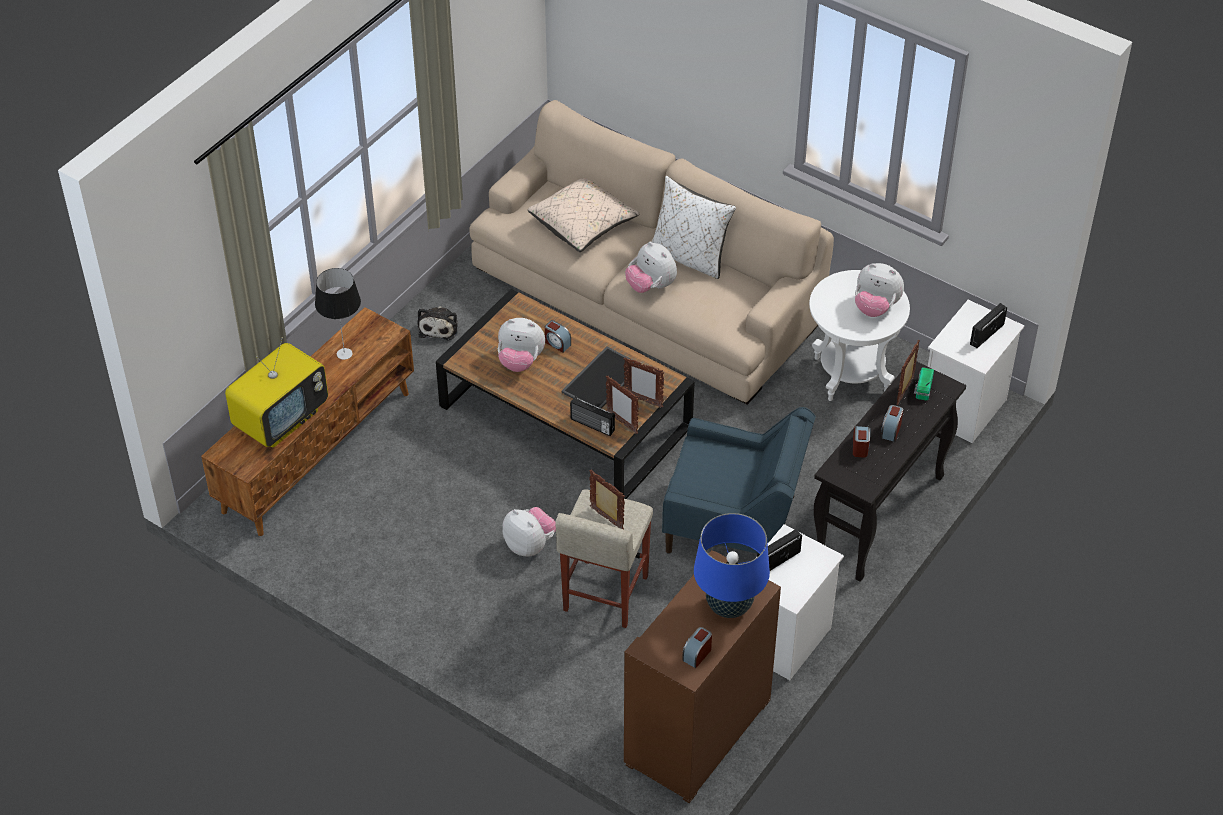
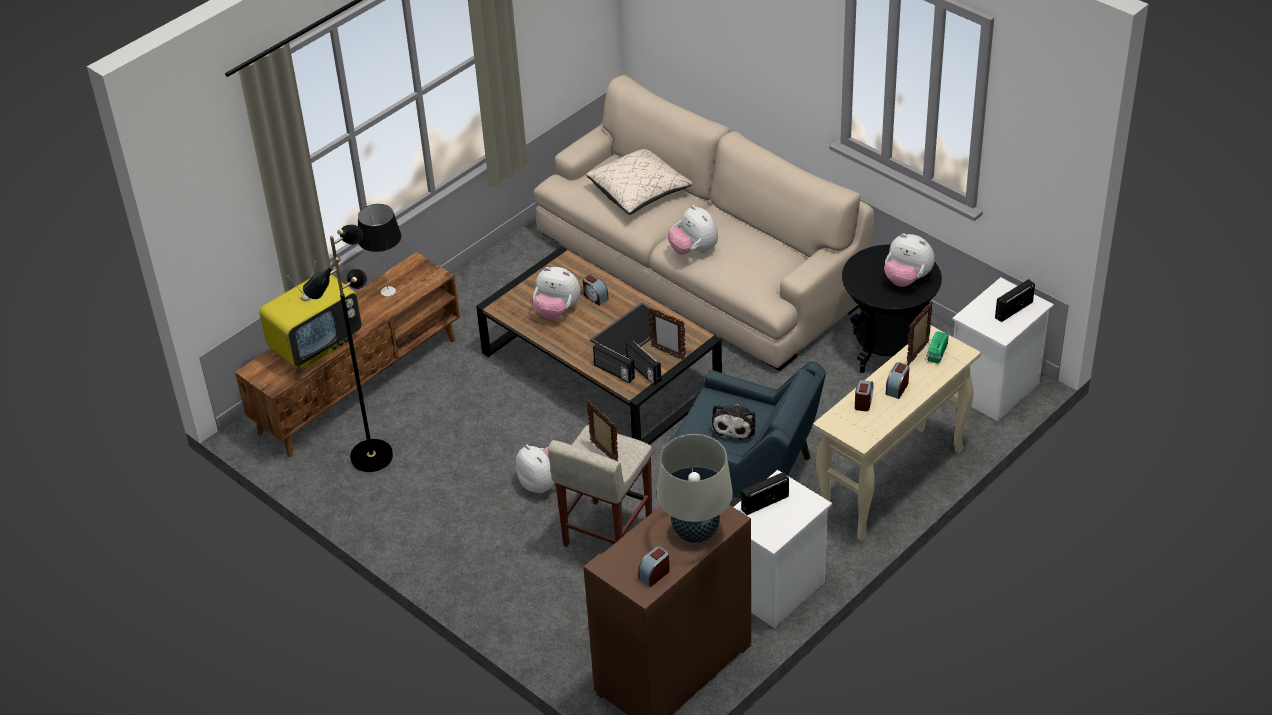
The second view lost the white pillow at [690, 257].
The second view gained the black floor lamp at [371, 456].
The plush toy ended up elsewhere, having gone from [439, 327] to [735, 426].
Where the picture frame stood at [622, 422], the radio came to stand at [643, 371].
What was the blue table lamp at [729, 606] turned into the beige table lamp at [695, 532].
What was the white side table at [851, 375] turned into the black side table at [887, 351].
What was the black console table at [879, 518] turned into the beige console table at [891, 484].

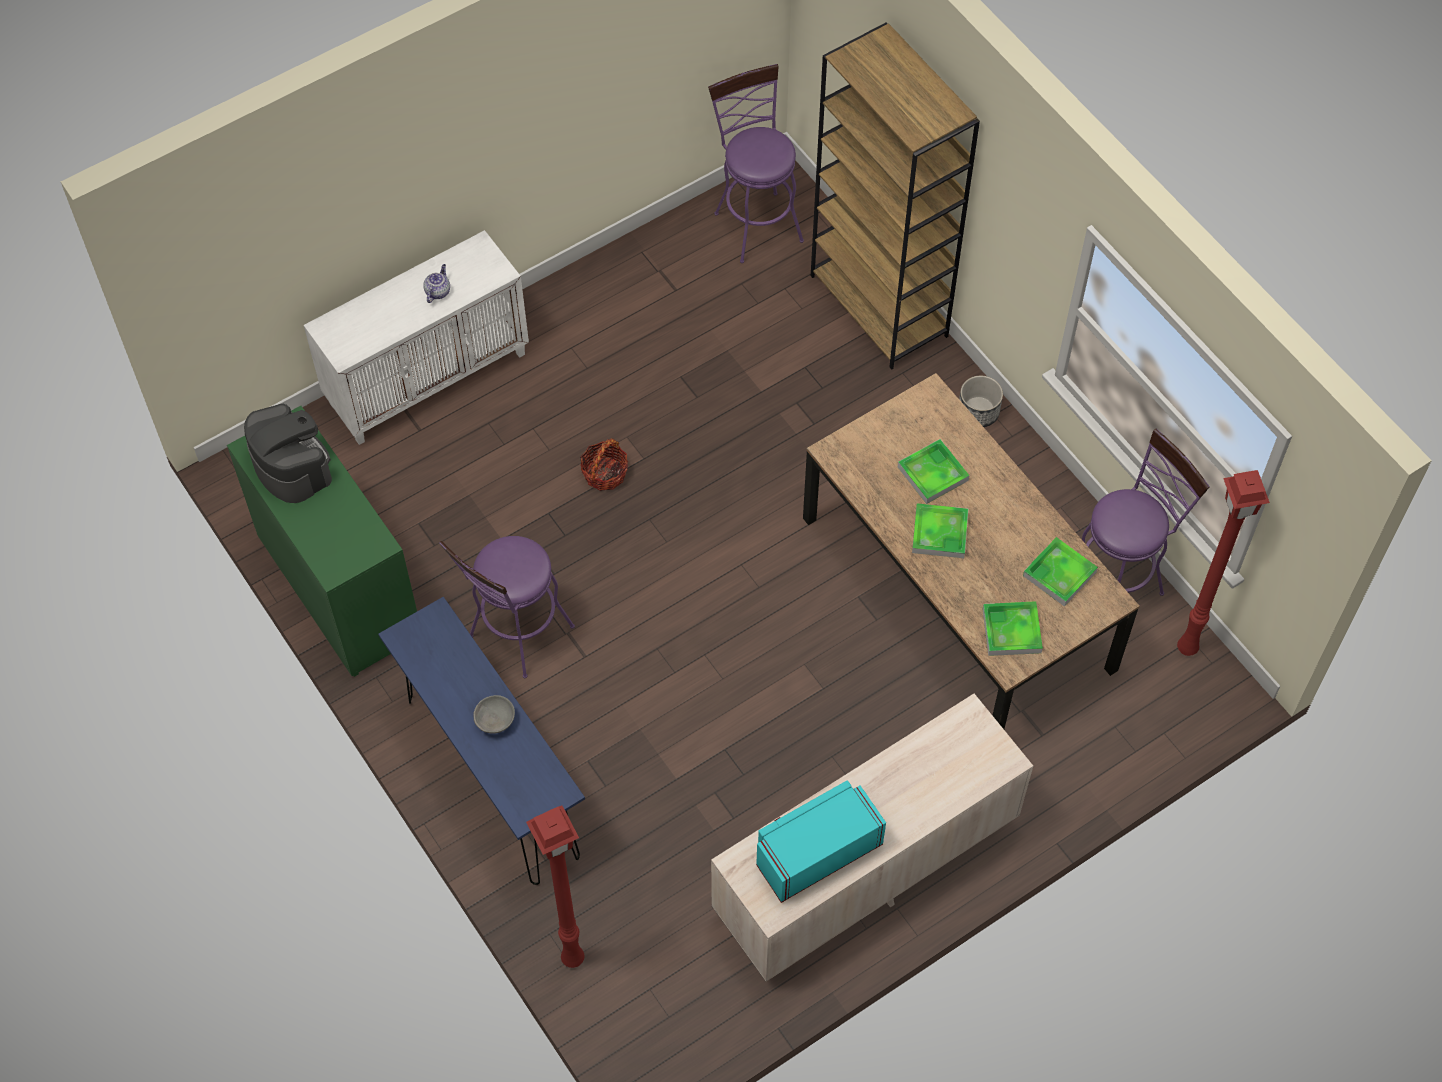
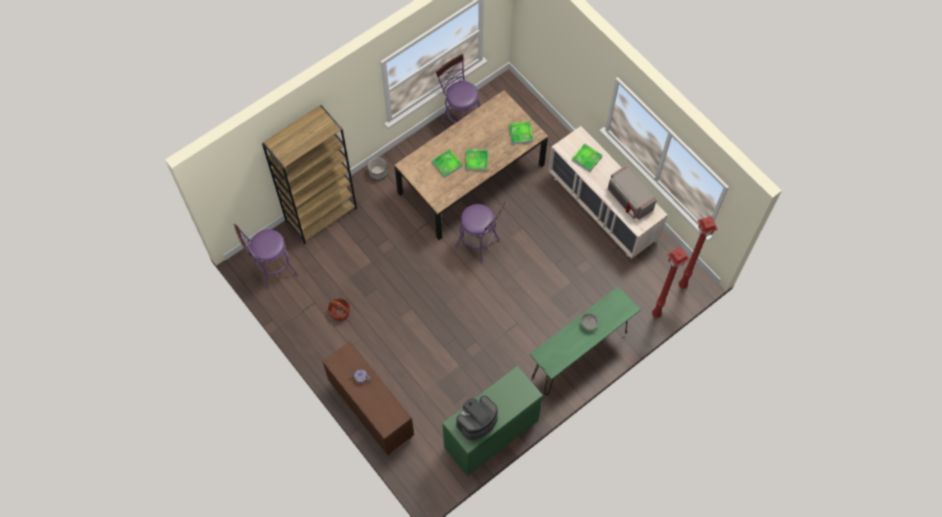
The purple stool ended up elsewhere, having gone from [516, 637] to [480, 245].
The basket ended up elsewhere, having gone from [605, 473] to [340, 312].
The tray ended up elsewhere, having gone from [1059, 574] to [586, 158].
The red floor lamp ended up elsewhere, having gone from [1189, 649] to [683, 284].
What was the white cabinet at [428, 377] turned into the brown cabinet at [370, 410].
What was the blue console table at [492, 777] turned into the green console table at [579, 355].
What was the turquoise microwave at [816, 851] turned into the grey microwave at [629, 199].

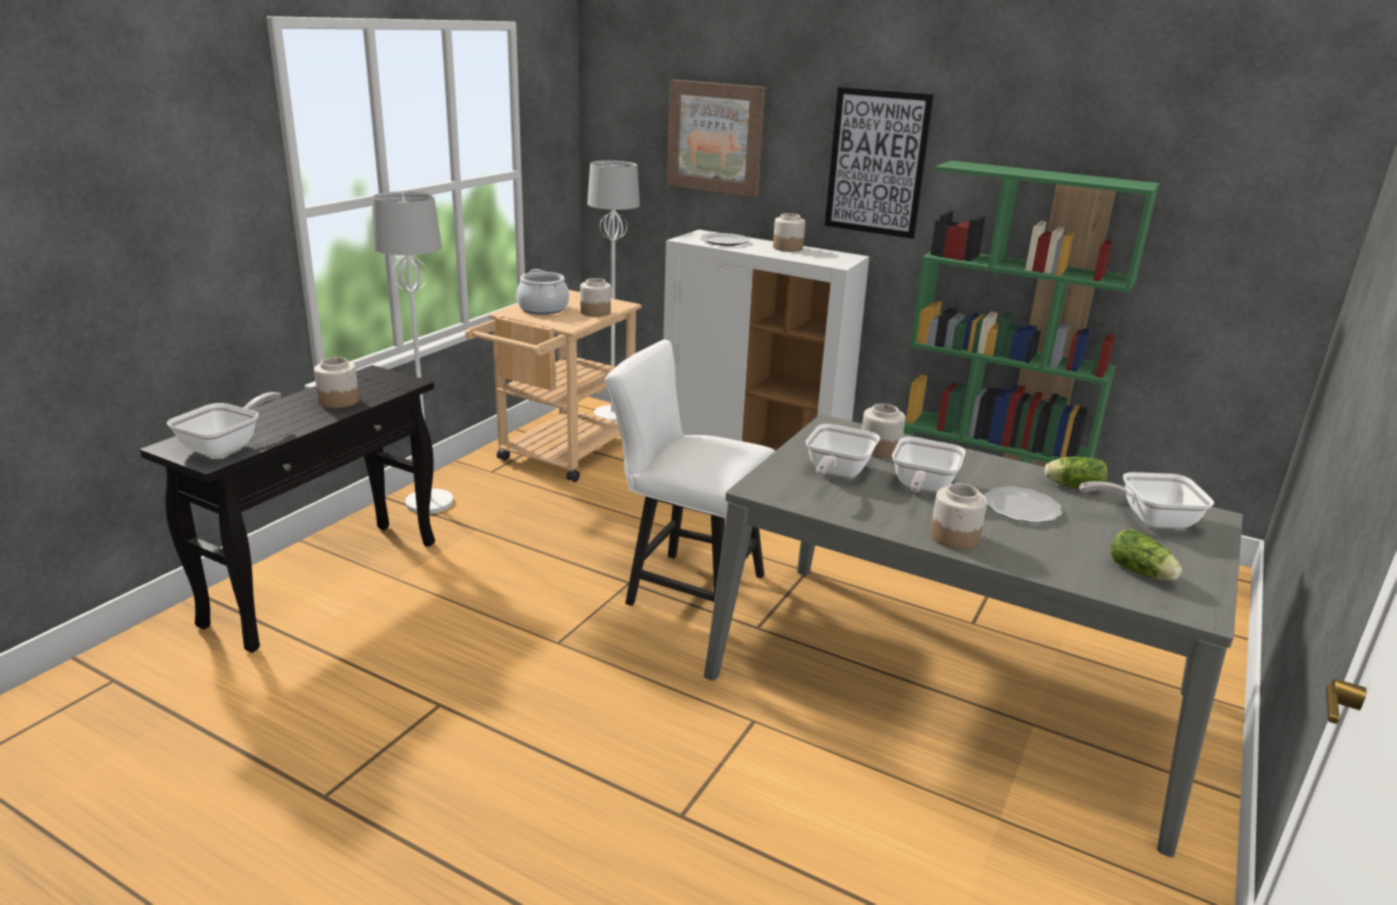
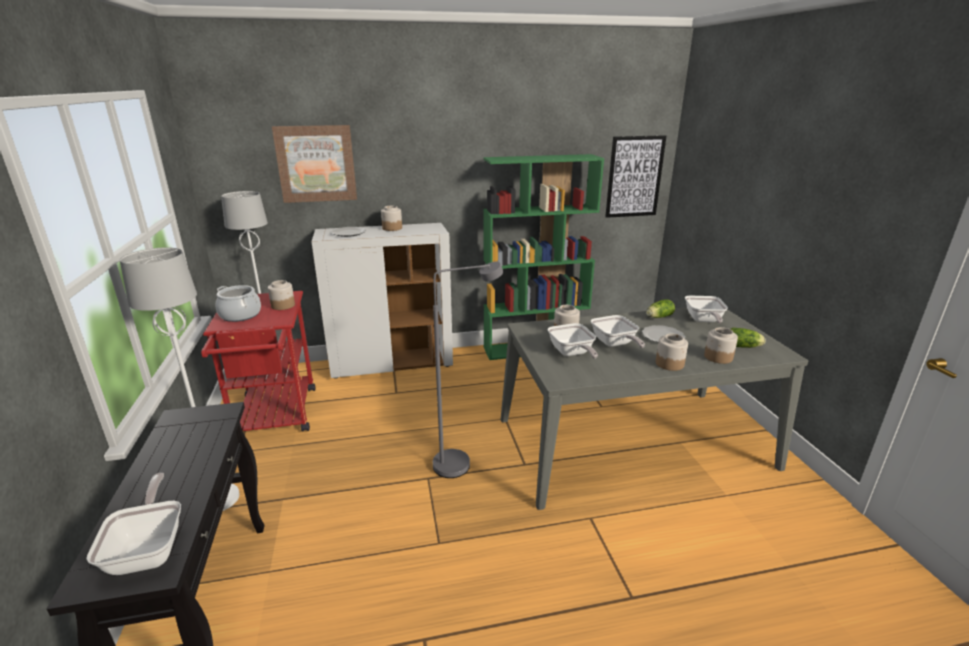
The jar ended up elsewhere, having gone from [339, 401] to [718, 357].
The picture ended up elsewhere, having gone from [877, 163] to [634, 177].
Where the white chair stood at [685, 588], the grey floor lamp came to stand at [461, 463].
What was the beige cart at [560, 457] turned into the red cart at [275, 418].
The frying pan at [1148, 519] ended up facing another way, 45 degrees counterclockwise from before.

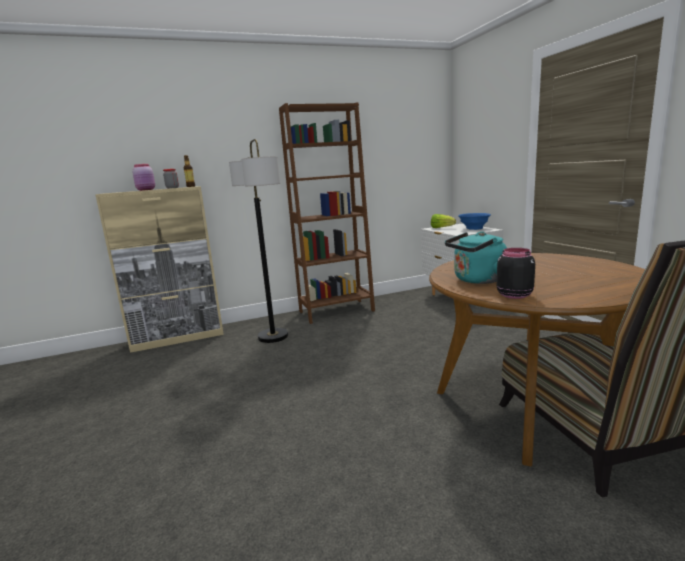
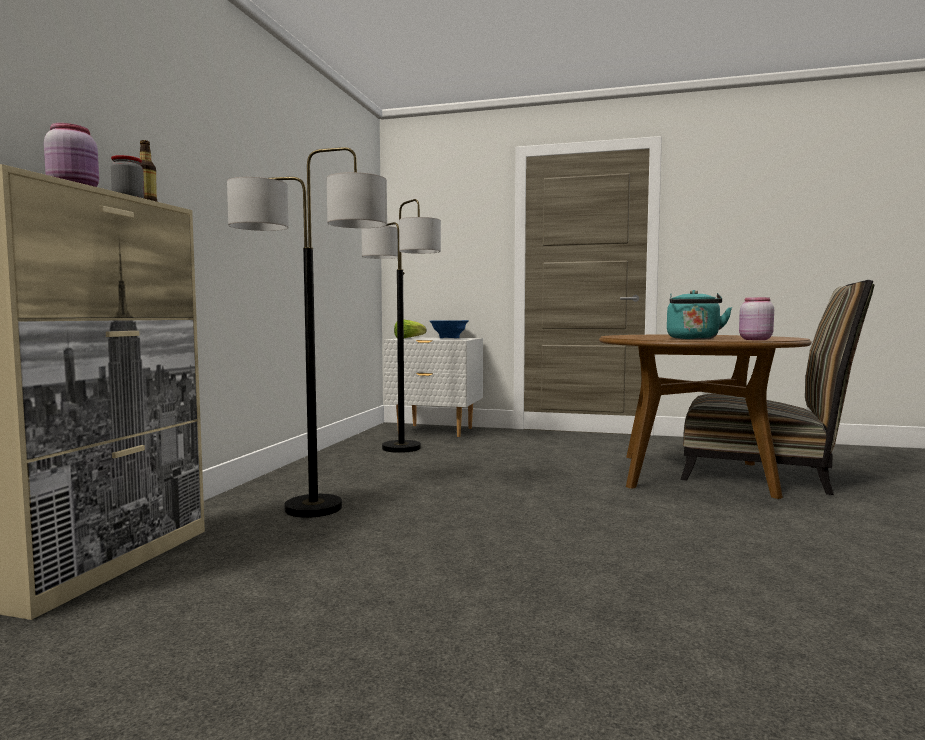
The second view lost the brown bookcase at [336, 311].
The second view gained the floor lamp at [401, 448].
What was the black jar at [513, 295] turned into the pink jar at [754, 339].

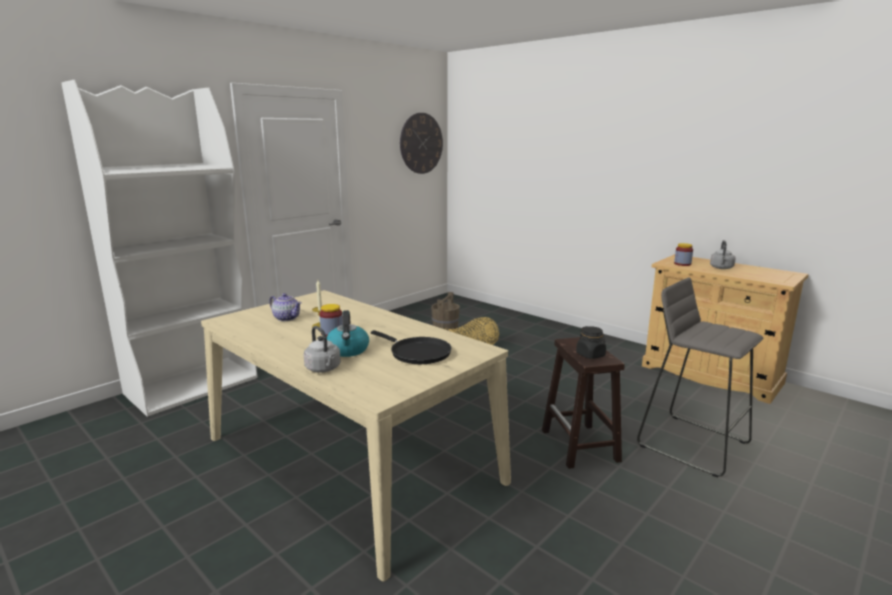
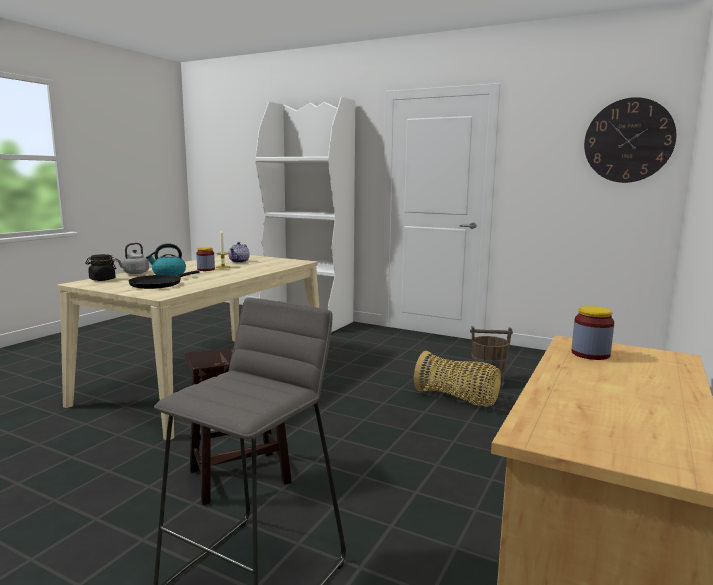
The second view lost the grey kettle at [721, 268].
The black jar ended up elsewhere, having gone from [590, 355] to [102, 279].

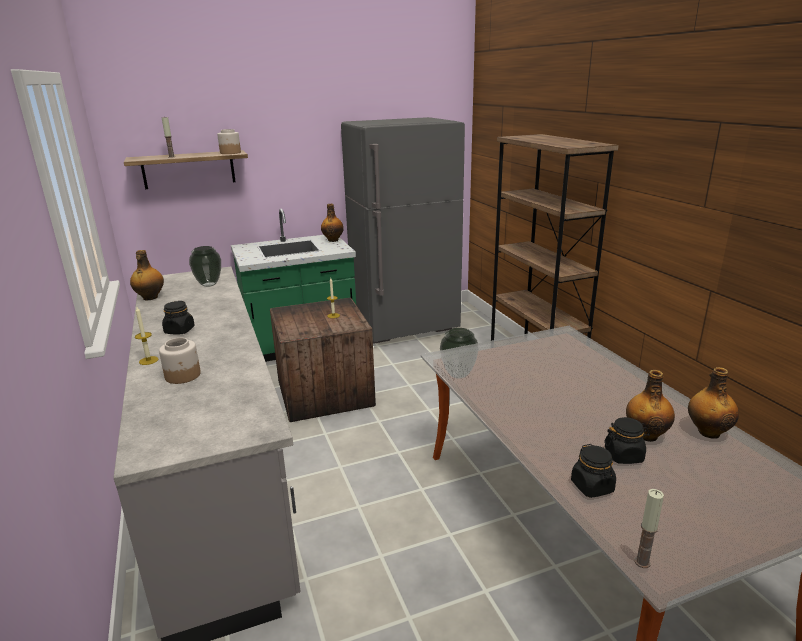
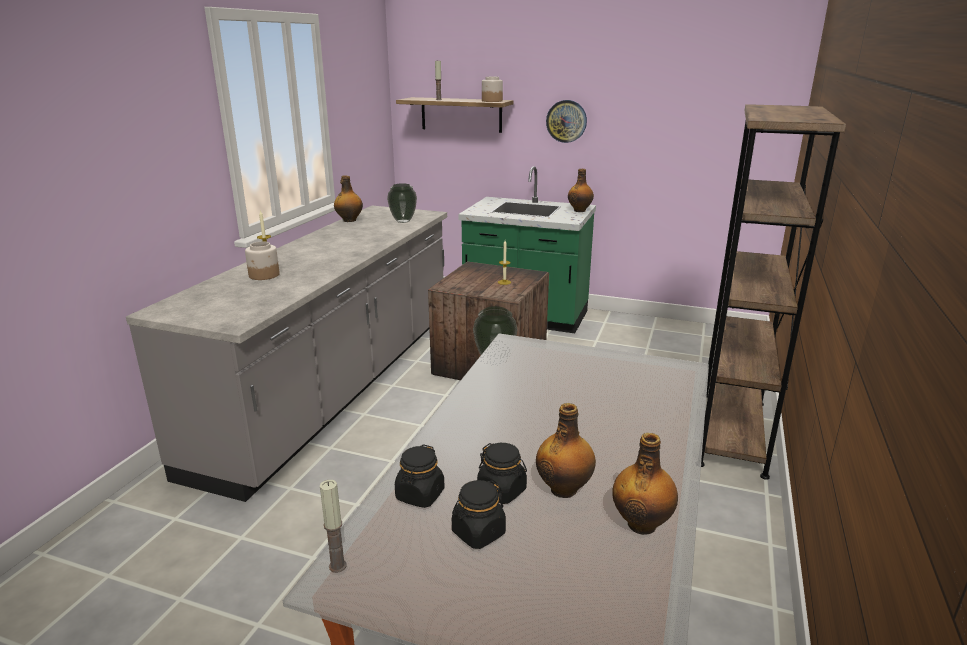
The second view lost the grey fridge at [405, 328].
The second view gained the wall clock at [566, 121].
The black jar ended up elsewhere, having gone from [179, 331] to [478, 533].

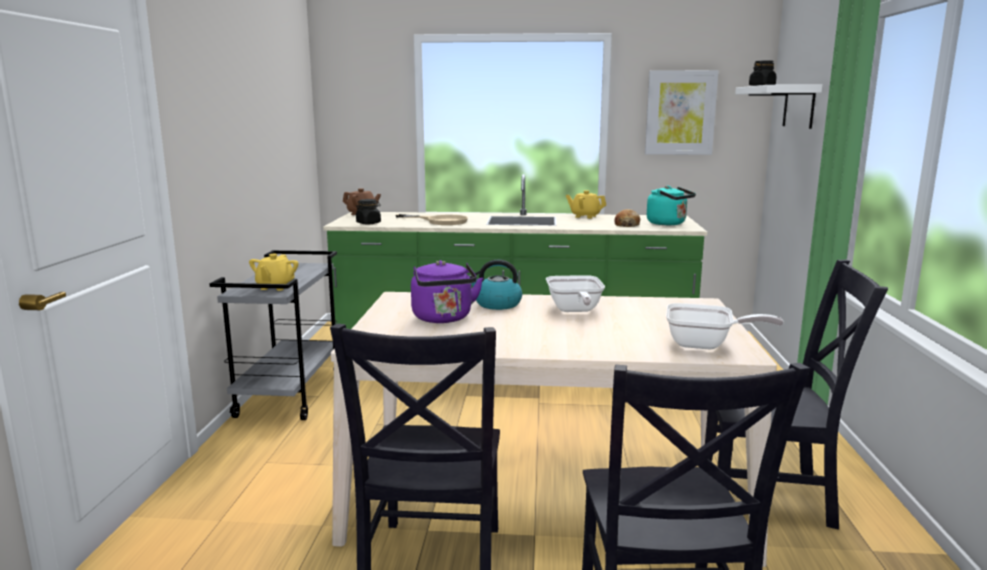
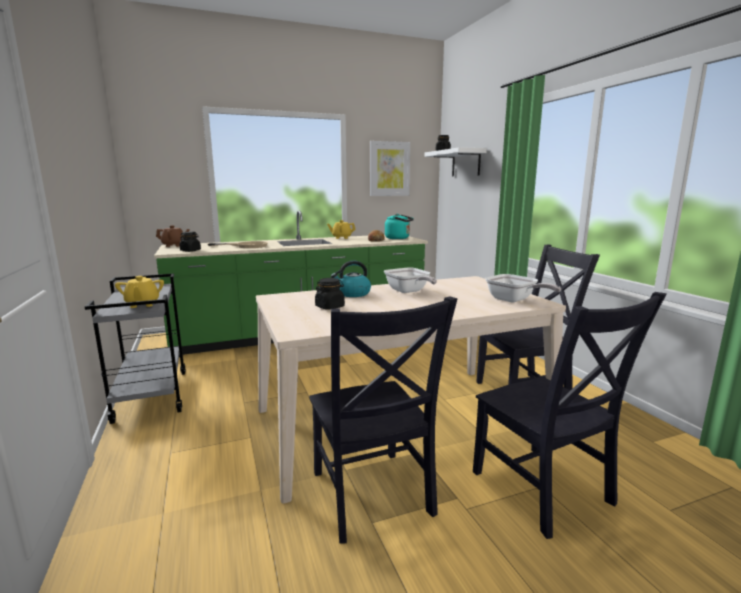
Where the purple kettle stood at [443, 318], the black jar came to stand at [330, 307].
The frying pan at [706, 345] ended up facing another way, 60 degrees clockwise from before.

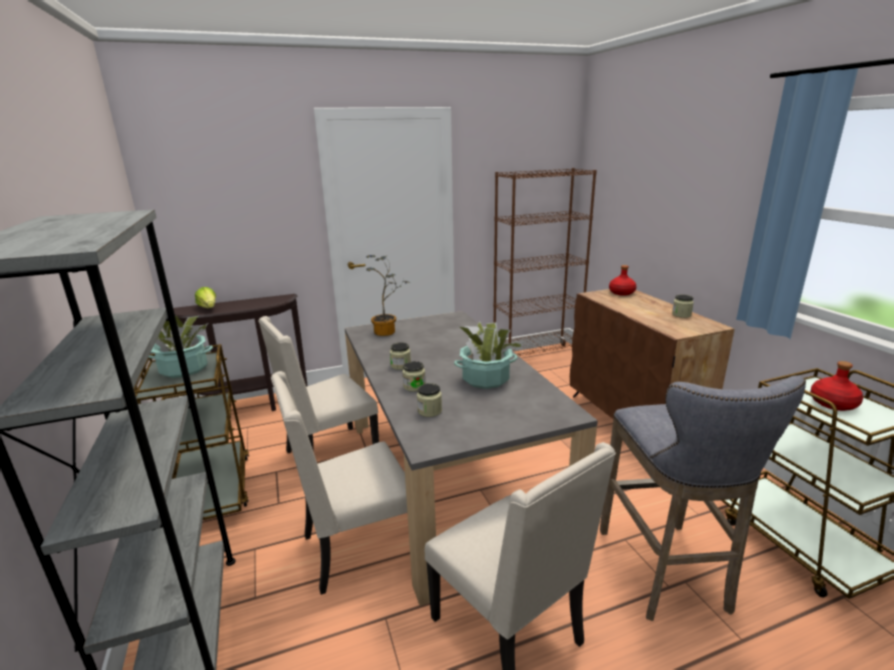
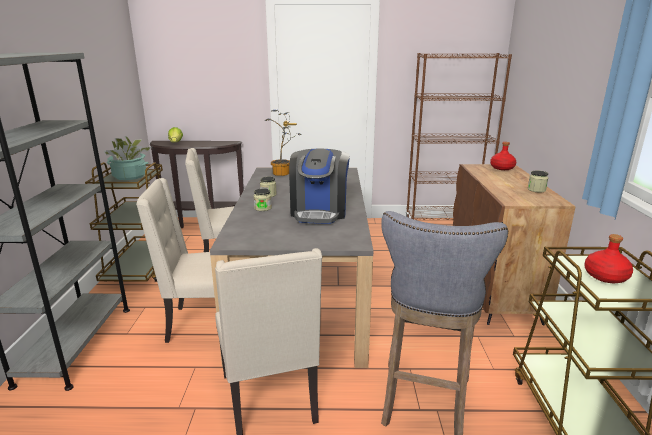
The second view lost the jar at [429, 411].
Where the potted plant stood at [485, 379], the coffee machine came to stand at [319, 212].

